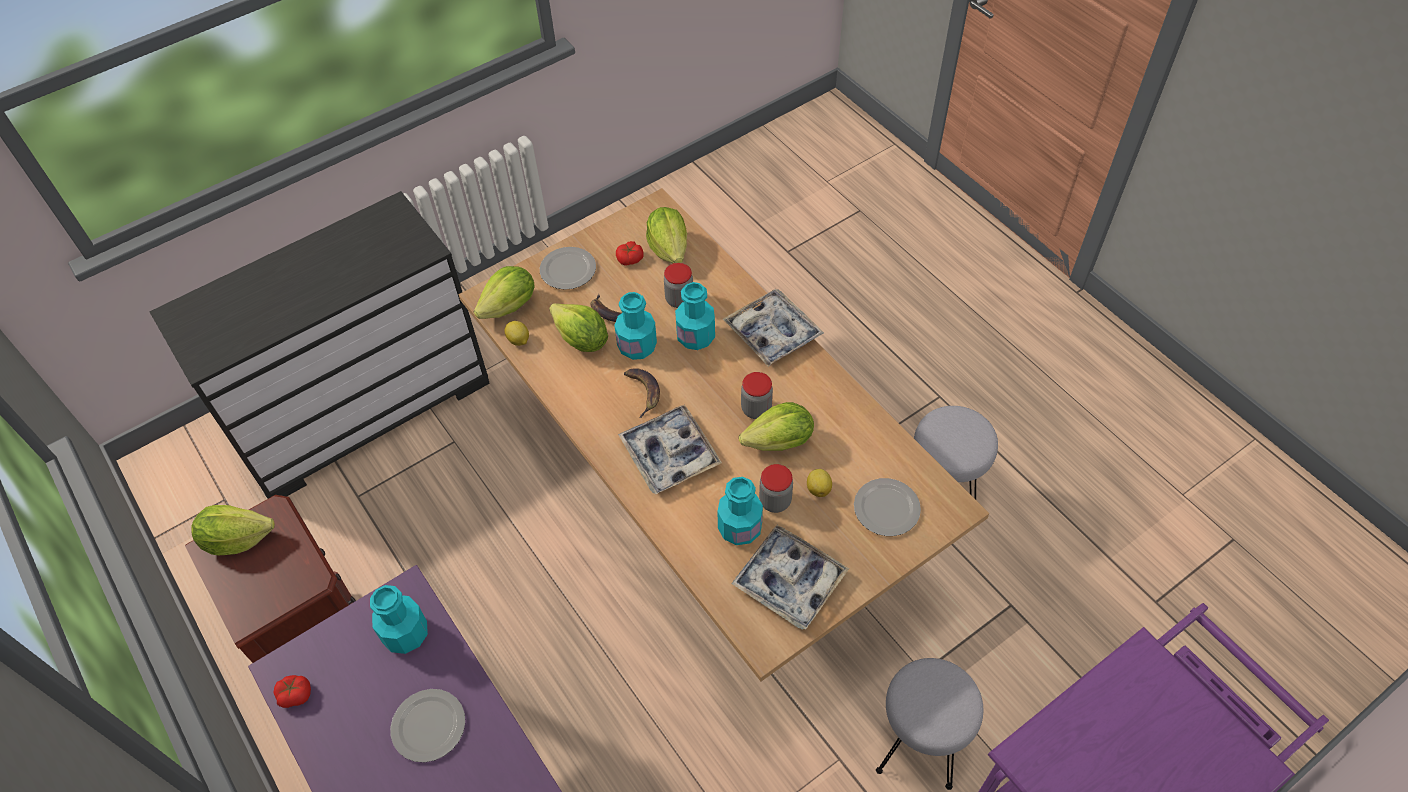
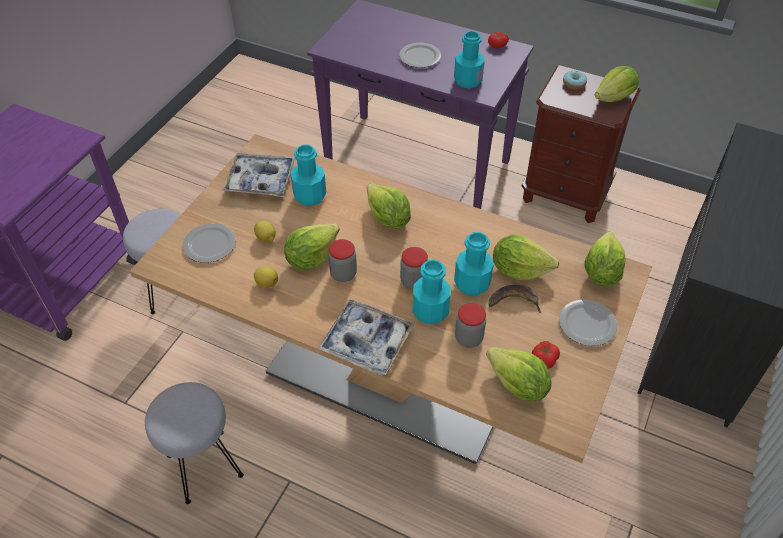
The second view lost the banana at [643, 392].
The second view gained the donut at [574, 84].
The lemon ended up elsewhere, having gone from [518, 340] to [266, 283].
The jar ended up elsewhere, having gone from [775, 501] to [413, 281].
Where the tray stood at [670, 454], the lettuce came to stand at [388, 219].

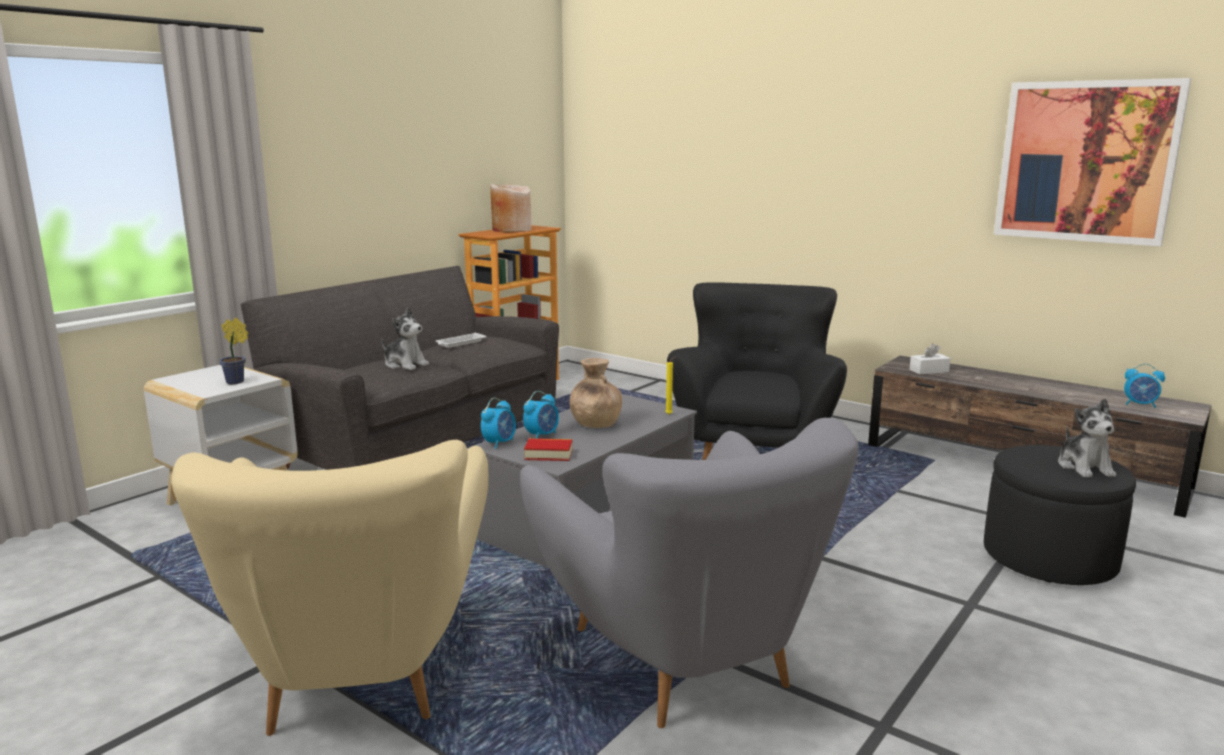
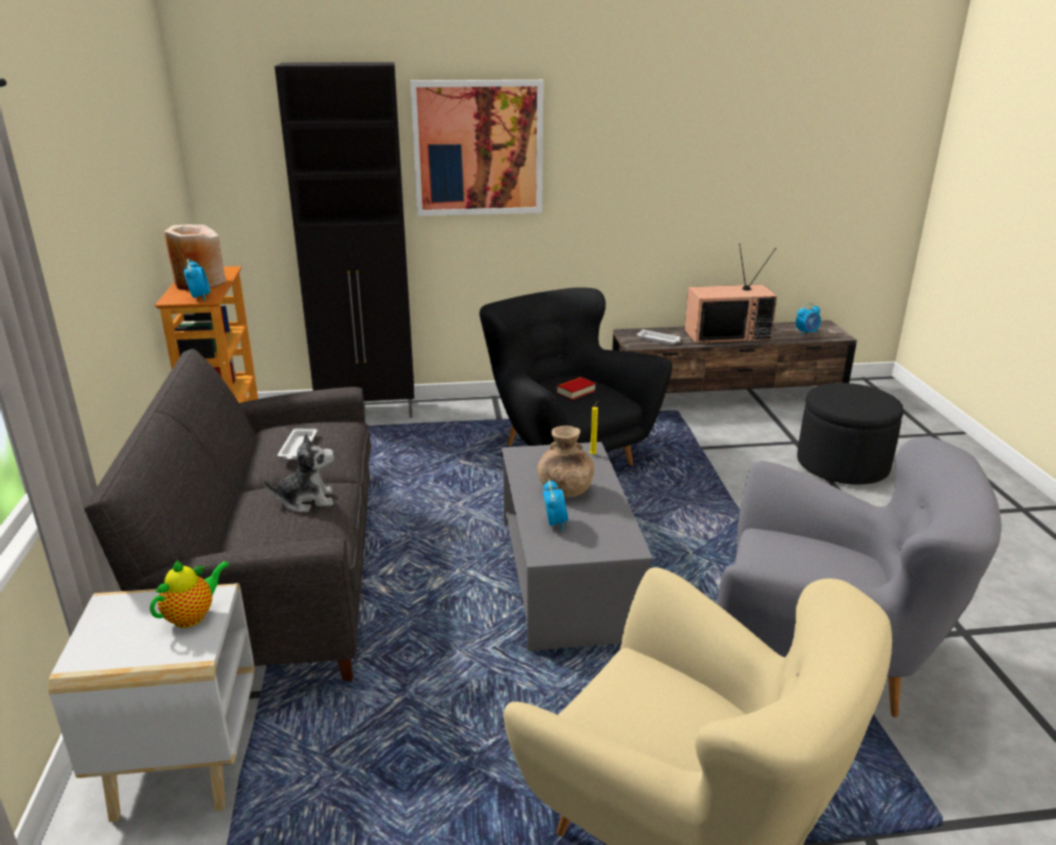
The second view lost the plush toy at [1084, 467].
The second view gained the black cabinet at [368, 412].
The second view gained the television at [727, 335].
The alarm clock ended up elsewhere, having gone from [499, 443] to [200, 297].
The book ended up elsewhere, having gone from [548, 454] to [576, 392].
The picture ended up elsewhere, having gone from [1085, 162] to [478, 148].
Where the potted plant stood at [237, 382], the teapot came to stand at [193, 616].
Where the white tissue box stood at [929, 371], the white tray came to stand at [659, 340].

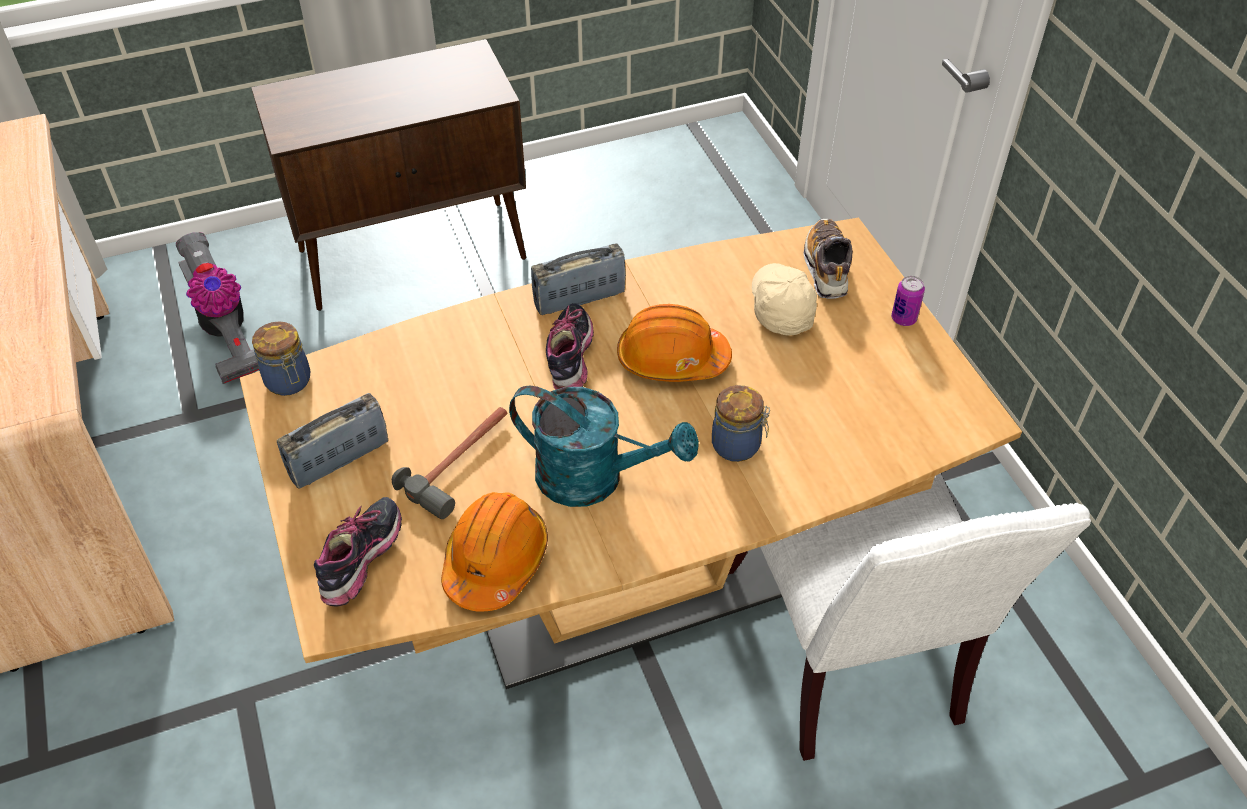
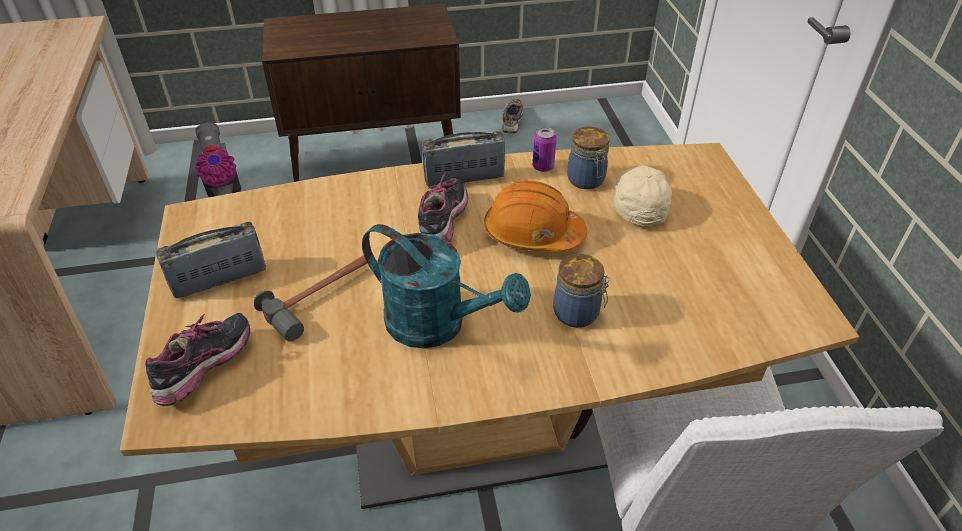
The second view lost the orange hard hat at [495, 560].
The jar ended up elsewhere, having gone from [289, 382] to [586, 180].
The shoe ended up elsewhere, having gone from [826, 268] to [512, 122].
The can ended up elsewhere, having gone from [903, 318] to [543, 167].

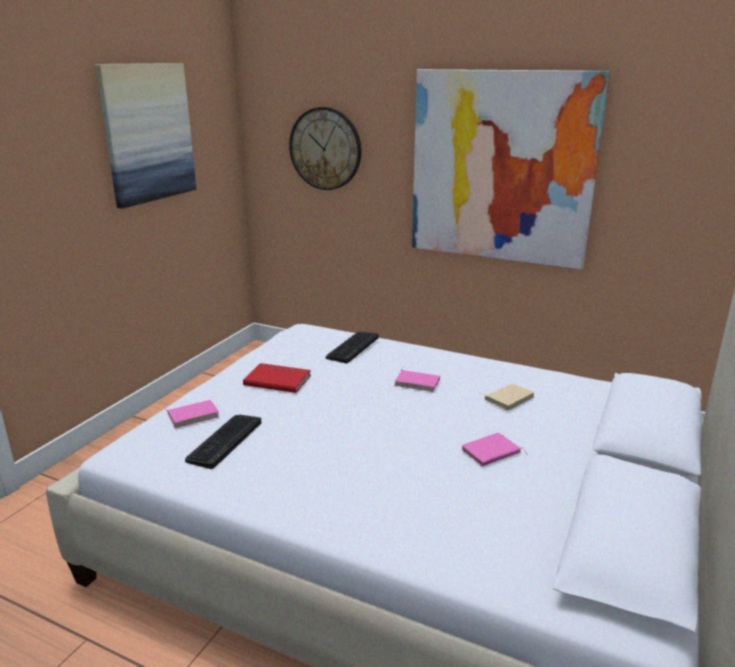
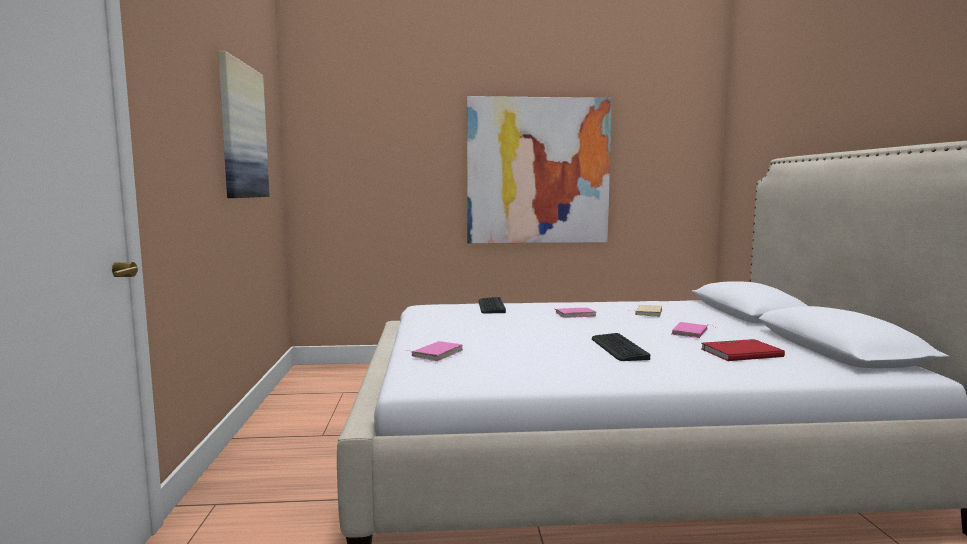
The second view lost the wall clock at [325, 149].
The keyboard ended up elsewhere, having gone from [224, 441] to [618, 348].
The red book ended up elsewhere, having gone from [278, 379] to [739, 352].

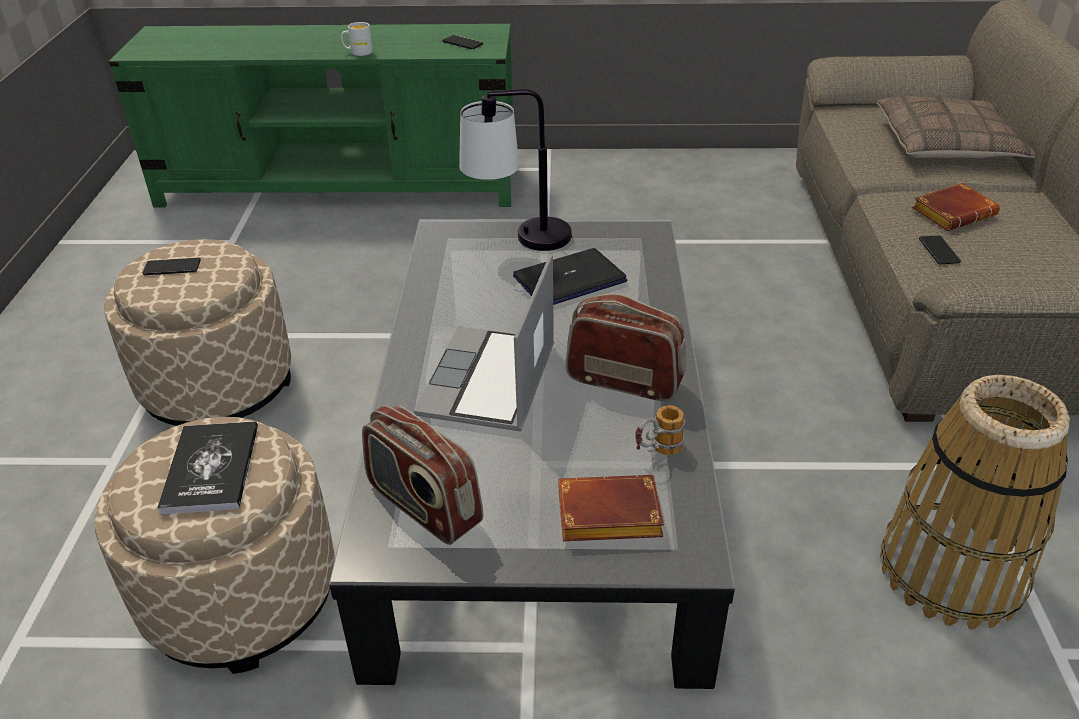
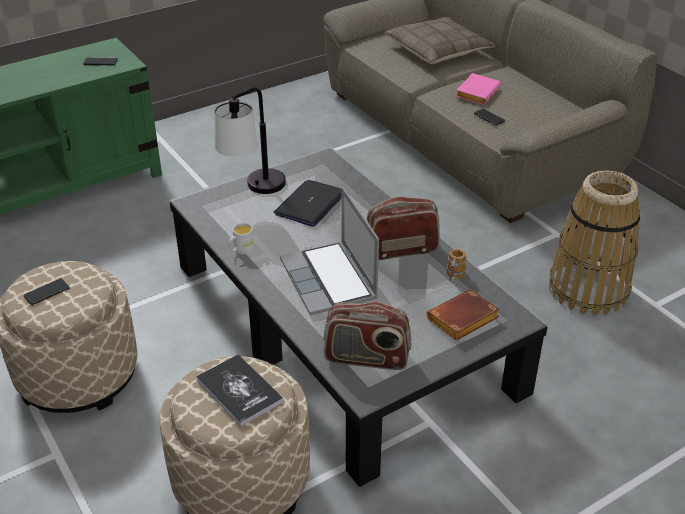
The white mug ended up elsewhere, having gone from [358, 52] to [241, 250].
What was the brown book at [953, 212] turned into the pink book at [476, 92].

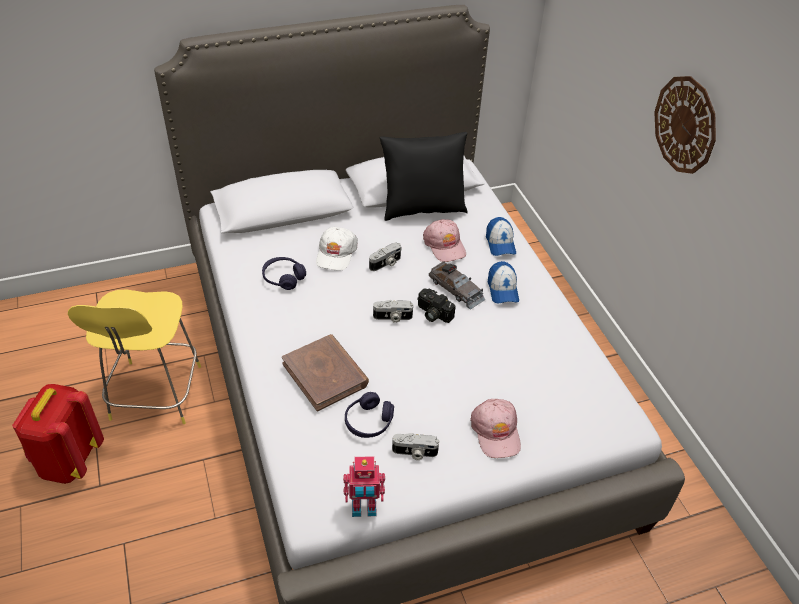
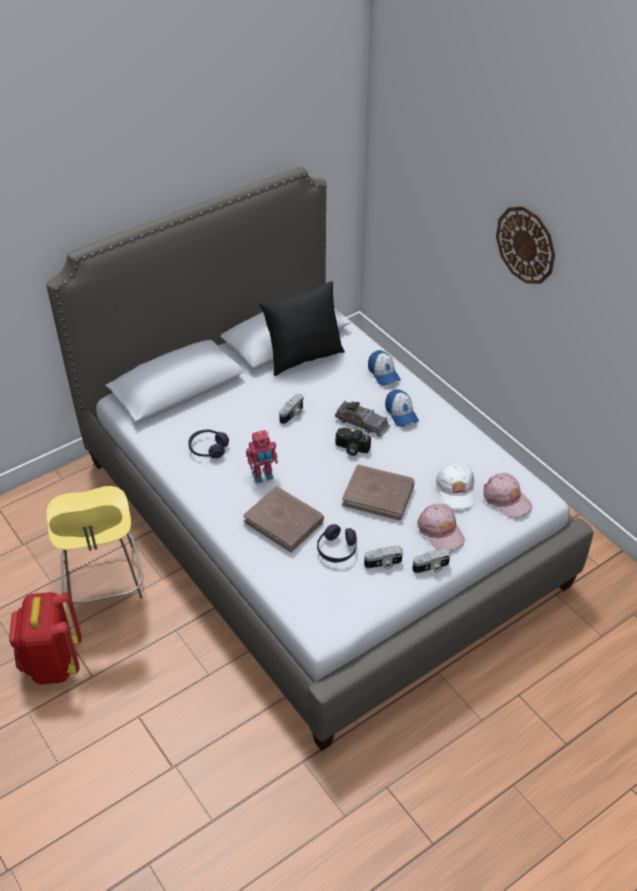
The second view gained the brown book at [378, 494].
The white cap ended up elsewhere, having gone from [336, 253] to [456, 490].
The toy robot ended up elsewhere, having gone from [364, 508] to [263, 476].
The photo camera ended up elsewhere, having gone from [392, 317] to [431, 567].
The pink cap ended up elsewhere, having gone from [444, 245] to [506, 499].

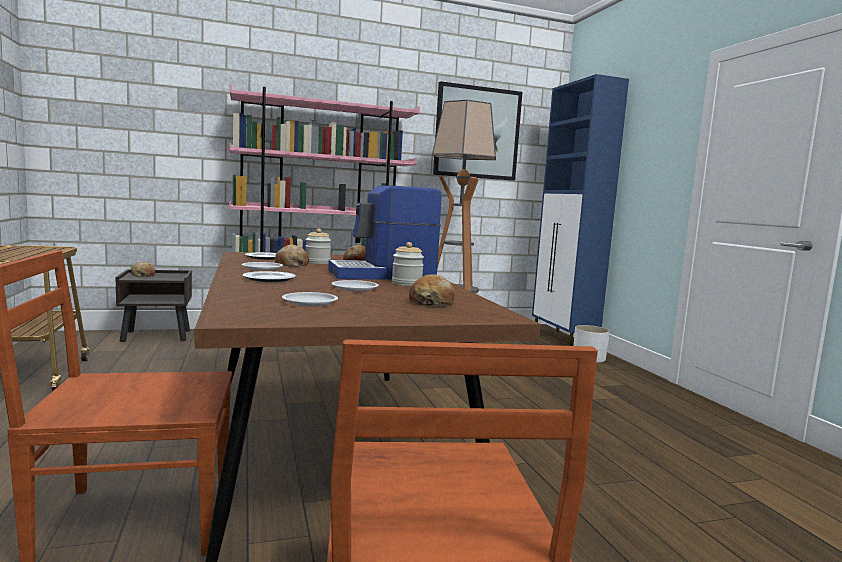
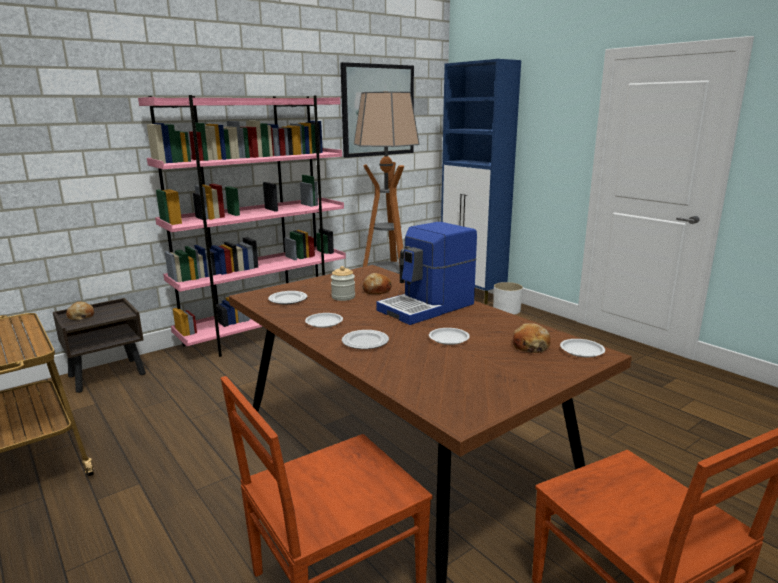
The second view lost the bread at [291, 264].
The second view lost the jar at [407, 283].
The white plate ended up elsewhere, having gone from [310, 302] to [582, 351].

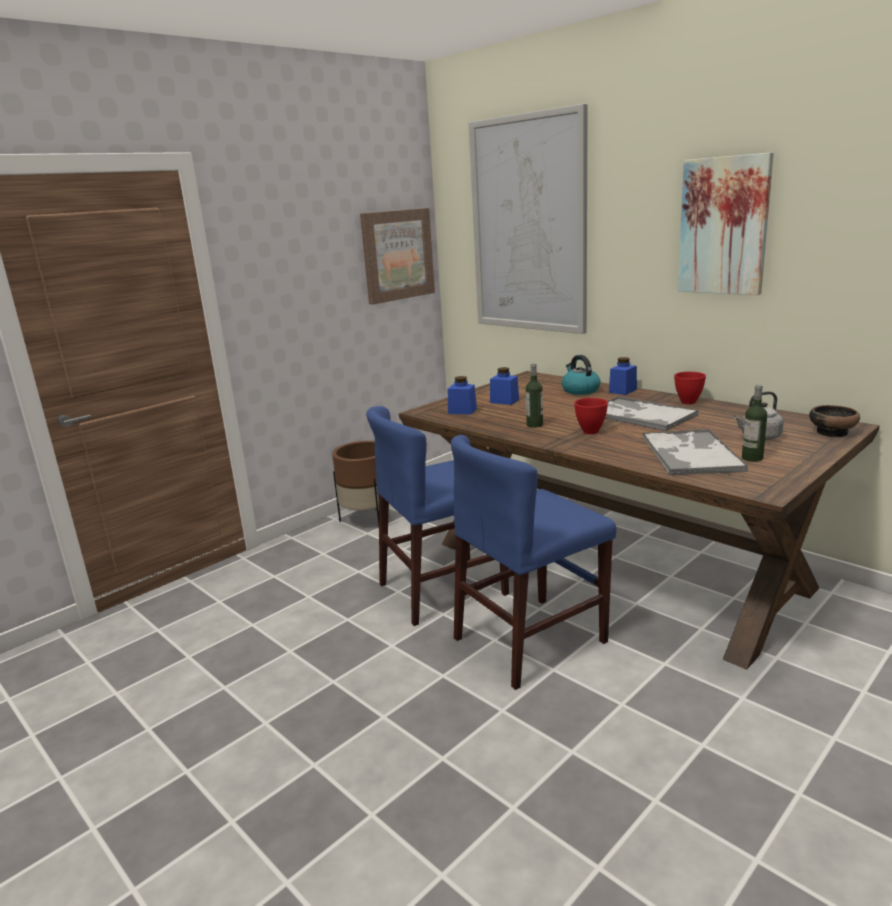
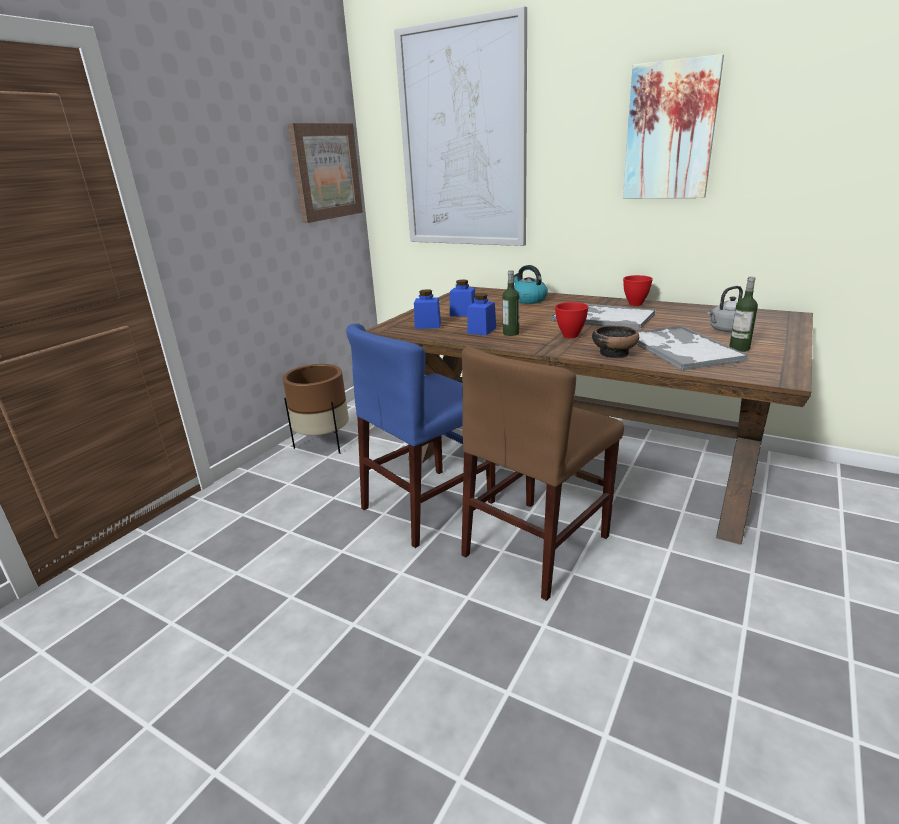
The blue jar ended up elsewhere, having gone from [622, 391] to [482, 330].
The bowl ended up elsewhere, having gone from [832, 432] to [614, 353].
What was the blue chair at [530, 640] turned into the brown chair at [536, 545].

